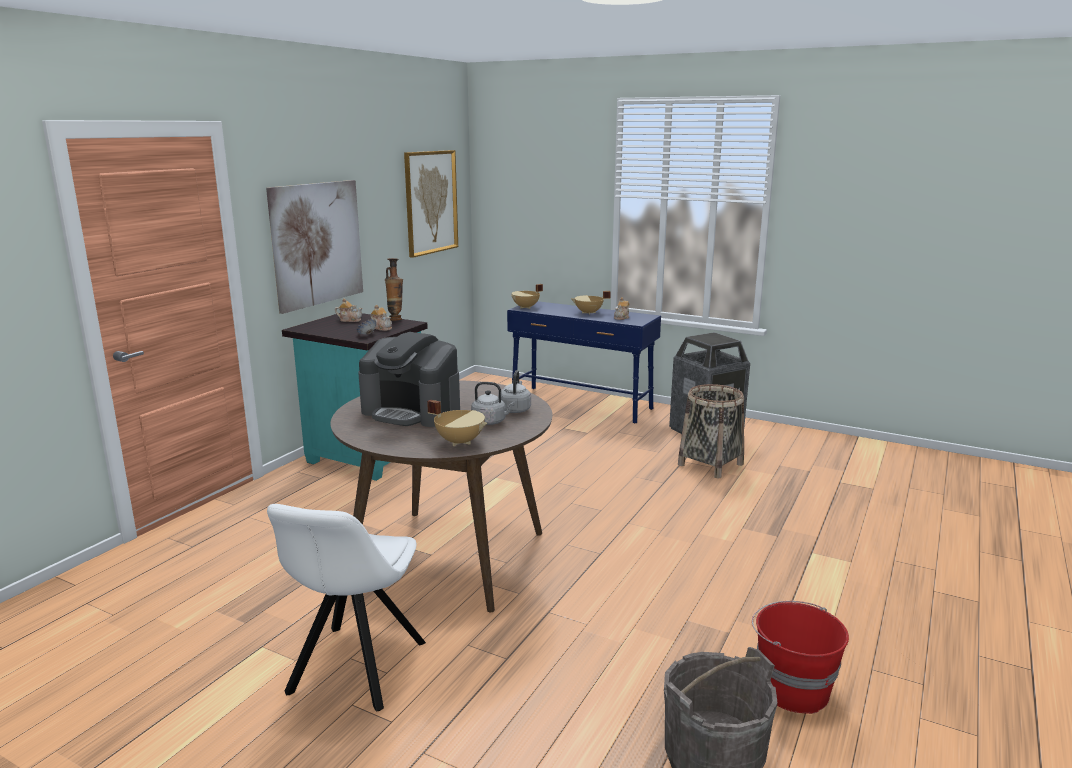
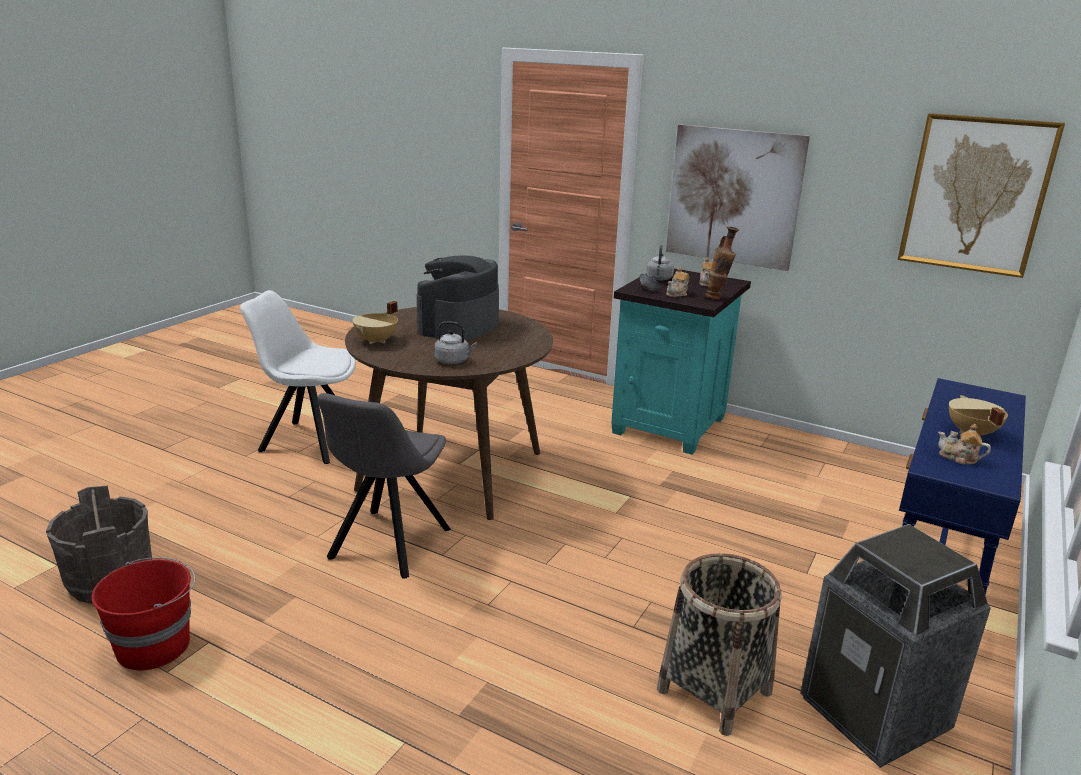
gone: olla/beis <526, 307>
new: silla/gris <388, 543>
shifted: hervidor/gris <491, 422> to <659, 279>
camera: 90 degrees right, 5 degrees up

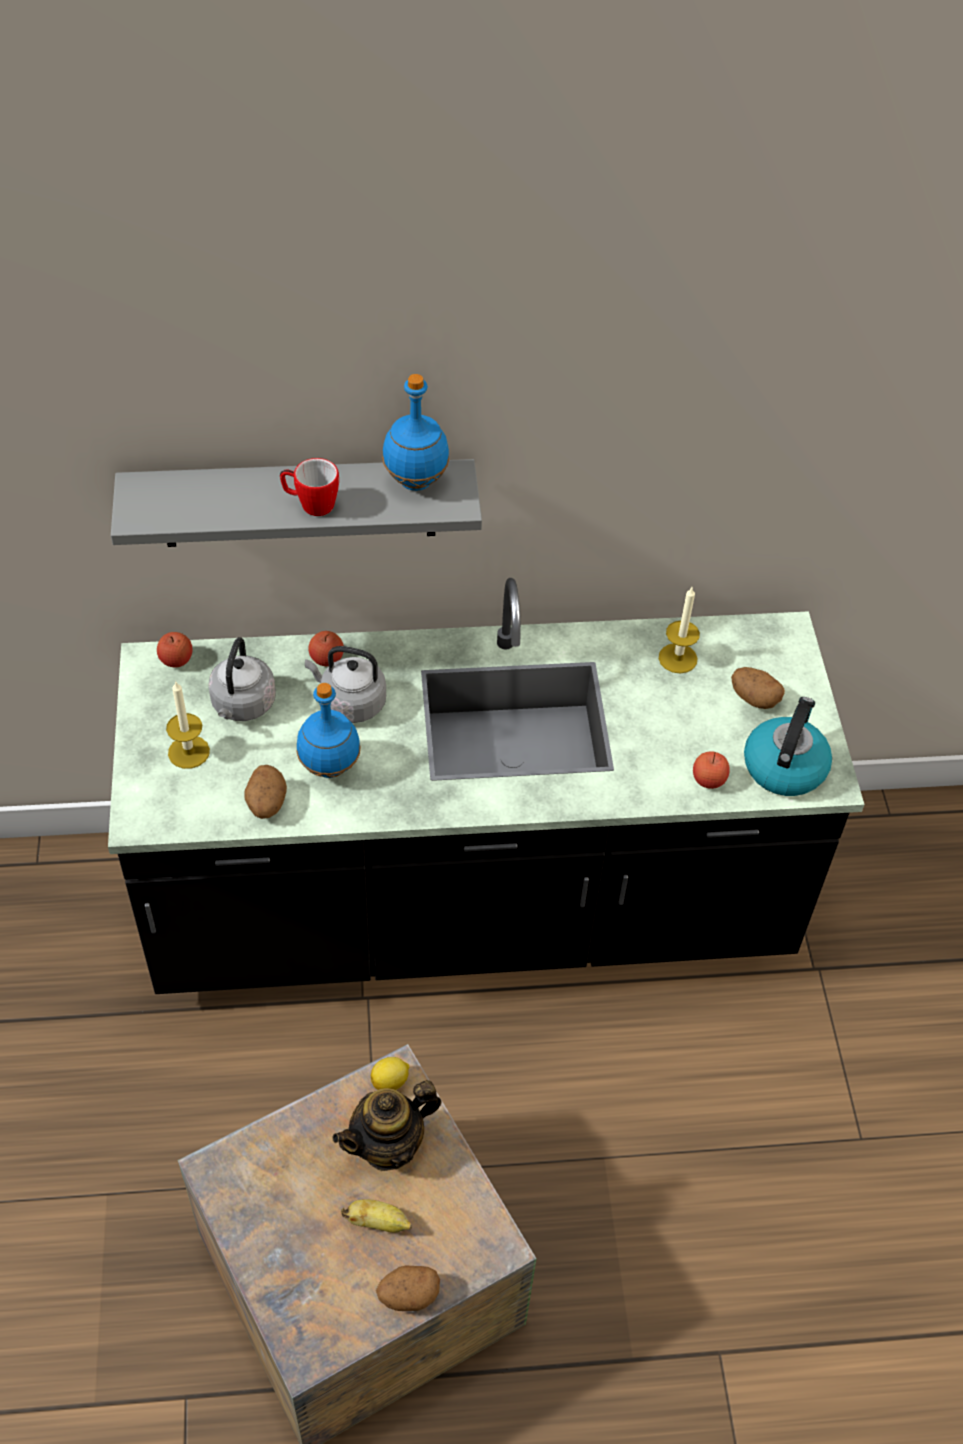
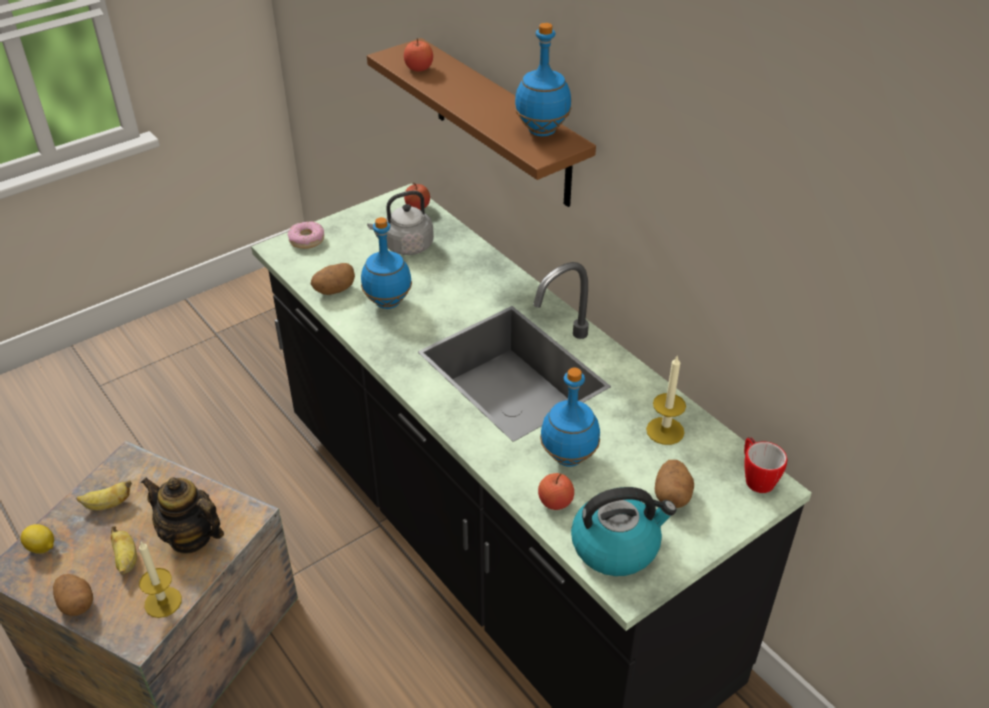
gone: hervidor/gris <350, 703>
new: plátano <108, 505>; rosquilla <306, 240>; botella/azul <567, 457>
shifted: vela <188, 752> to <163, 602>; taza grande <311, 504> to <756, 478>; manzana <326, 659> to <419, 68>; limón <390, 1081> to <42, 548>
repainted: estante/gris <299, 503> to estante/marrón <501, 123>
camera: 60 degrees right, 10 degrees down

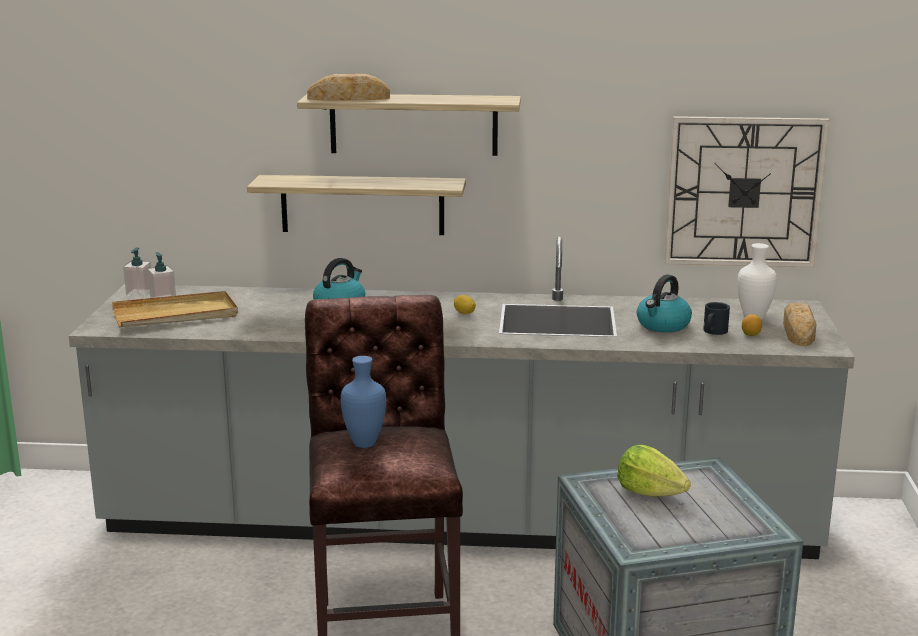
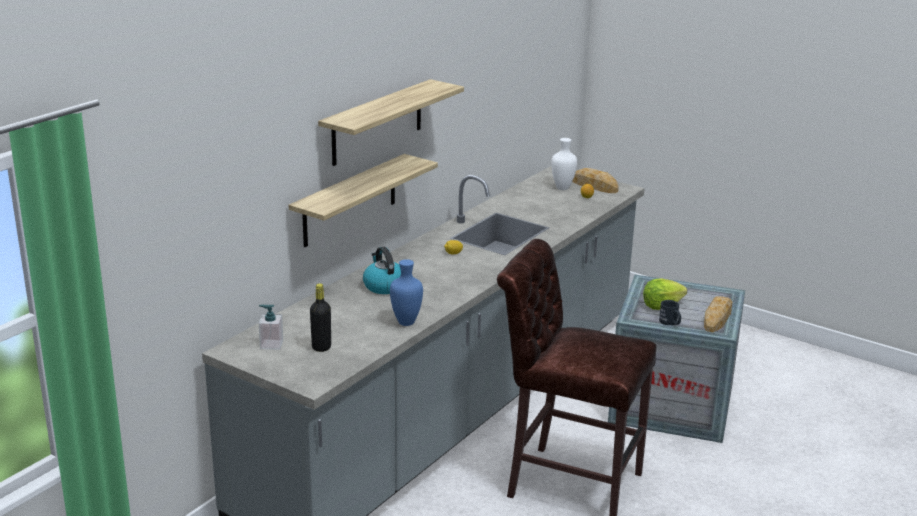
gone: dispensador de jabón <139, 292>; hervidor <663, 325>; reloj de pared <744, 192>
shifted: pan <348, 98> to <717, 318>; florero/azul <365, 443> to <406, 322>; taza grande/negro <713, 332> to <670, 323>
swapped: bandeja/beis <176, 315> to botella/negro <321, 347>
camera: 60 degrees left, 5 degrees up

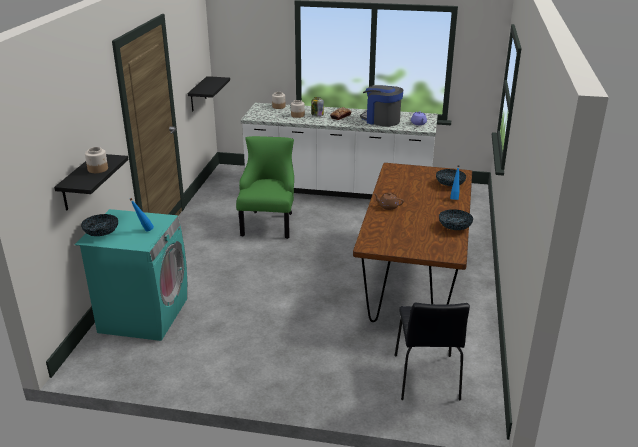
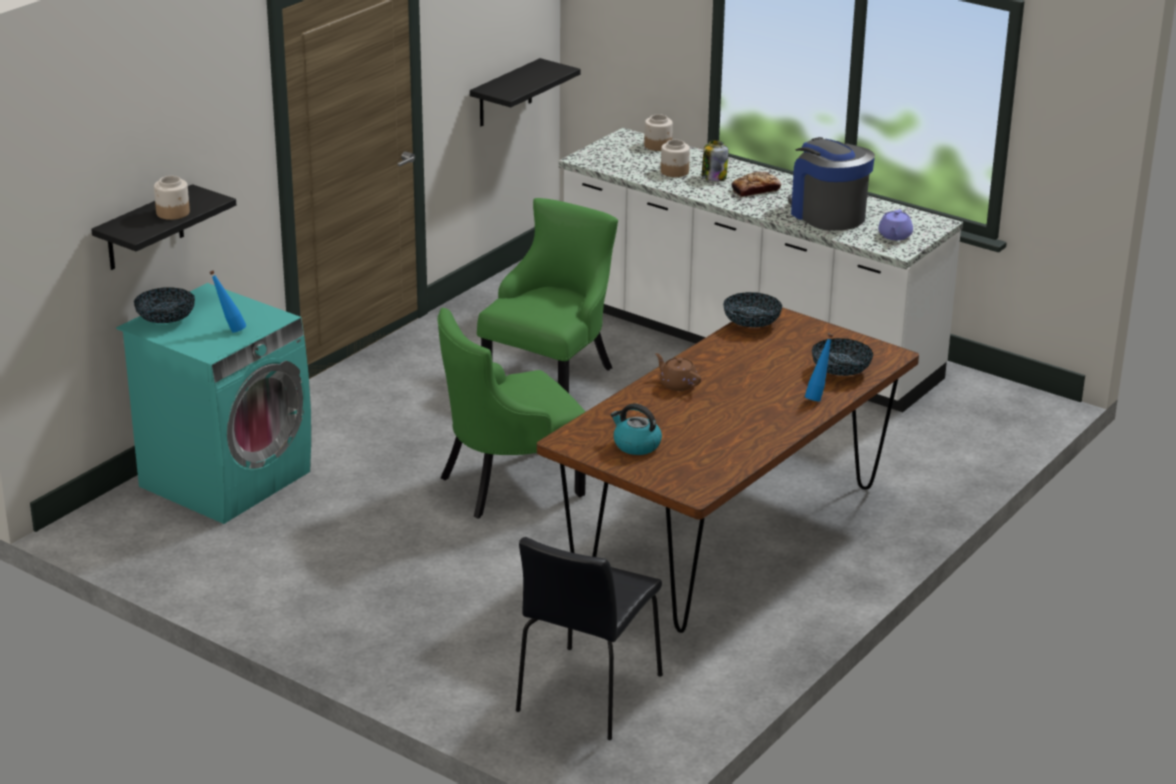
new: silla/verde <512, 484>; hervidor <636, 445>
shifted: cuenco <454, 227> to <751, 323>
camera: 25 degrees right, 0 degrees up

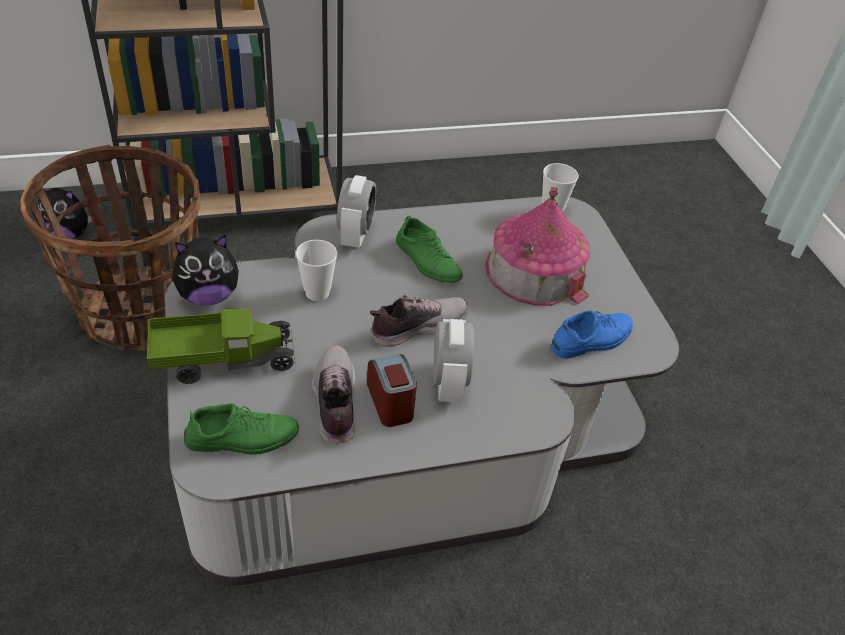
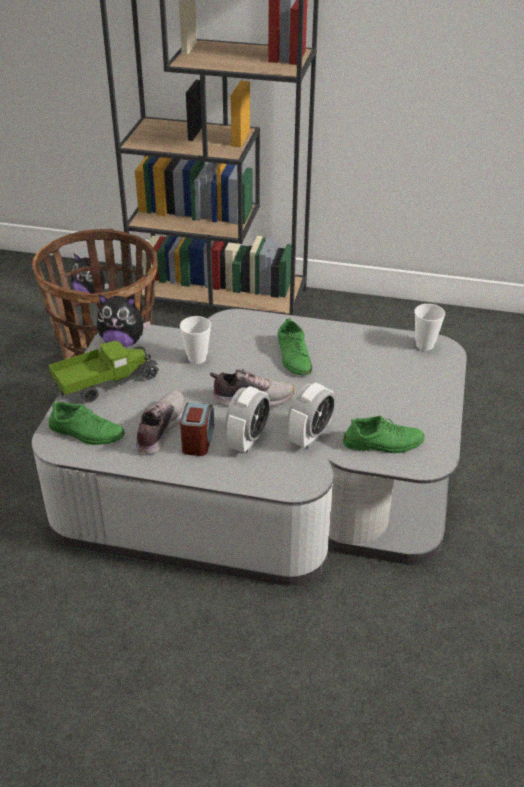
gone: casita <535, 270>
shifted: despertador <356, 235> to <310, 436>
repainted: zapato/azul <591, 340> to zapato/verde <383, 443>
rotated: camión de juguete <223, 359> = <106, 383> 45 degrees counterclockwise
camera: 30 degrees right, 5 degrees down

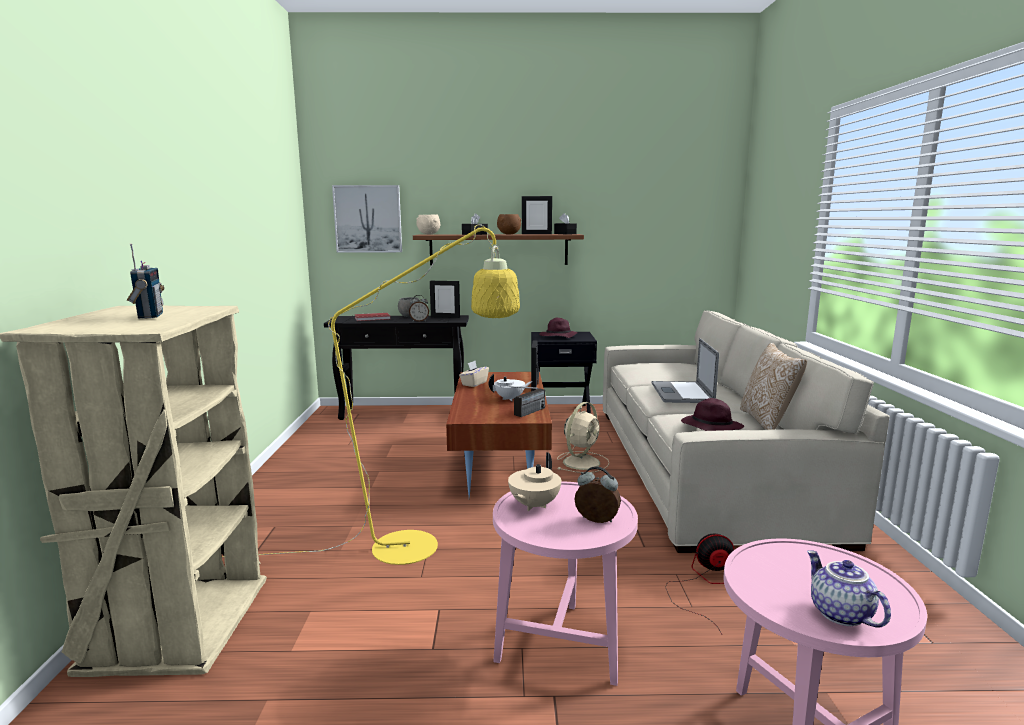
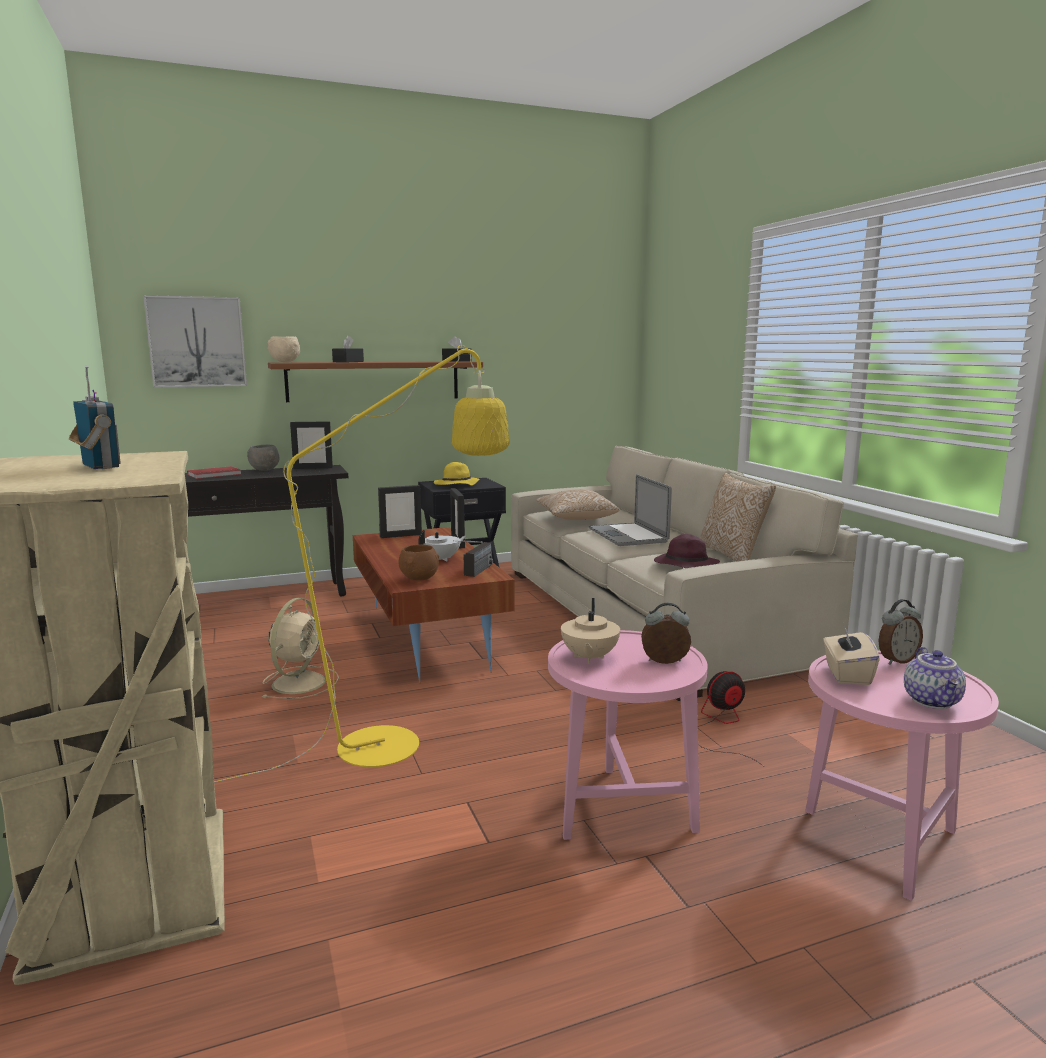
new: cojín <575, 518>
shifted: despertador <419, 321> to <896, 660>; caja de pañuelos/beis <474, 383> to <847, 674>; cuenco/marrón <508, 234> to <418, 579>; portarretratos <536, 234> to <400, 535>; ventilador/beis <582, 462> to <300, 682>
repainted: sombrero/morado <557, 336> to sombrero/amarillo <456, 485>
rotated: tetera <839, 613> = <933, 701> 135 degrees counterclockwise
camera: 20 degrees left, 0 degrees up

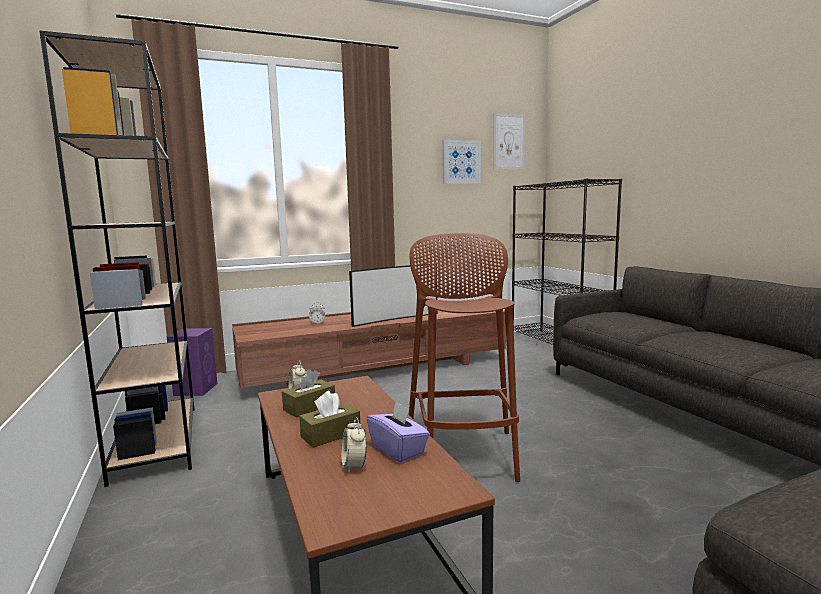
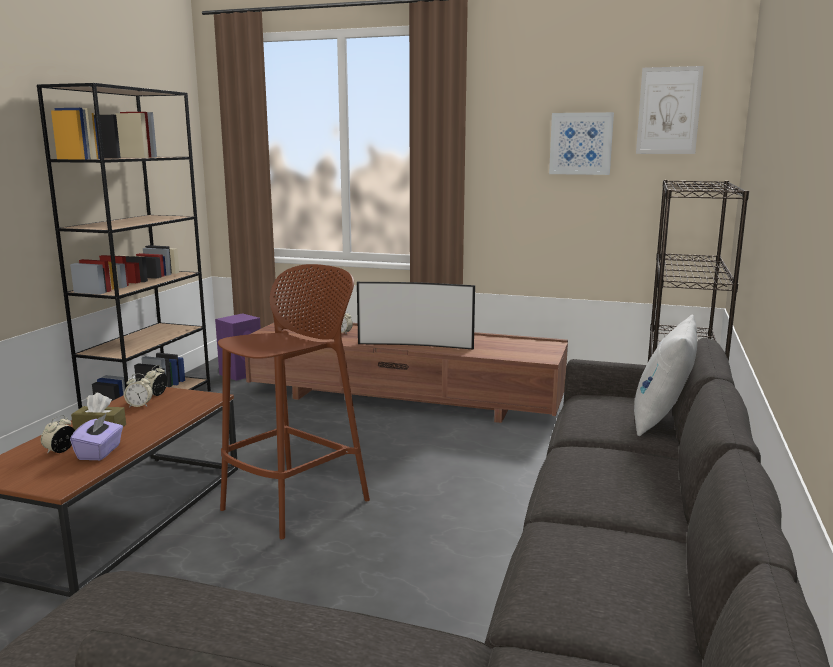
new: cojín/gris <661, 420>
swapped: caja de pañuelos/marrón <309, 407> to despertador <139, 405>
camera: 40 degrees right, 5 degrees up

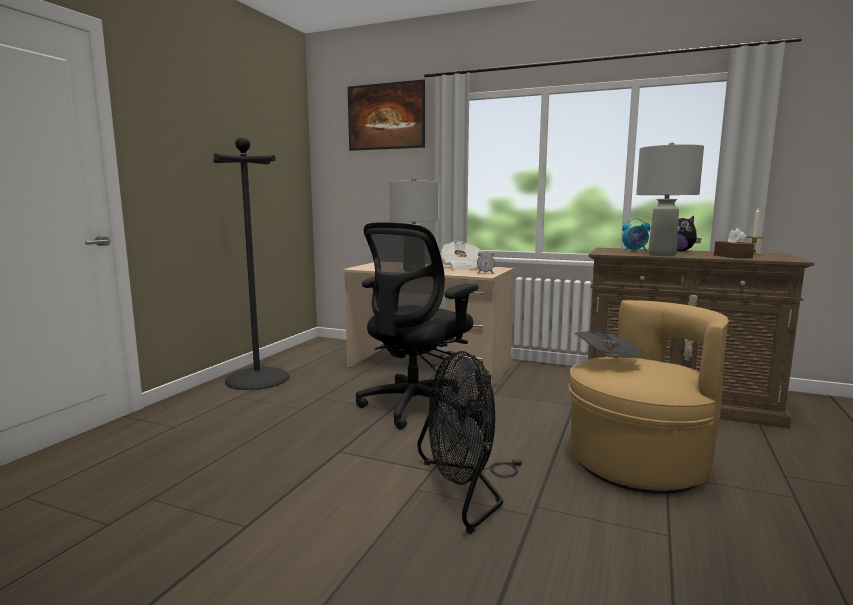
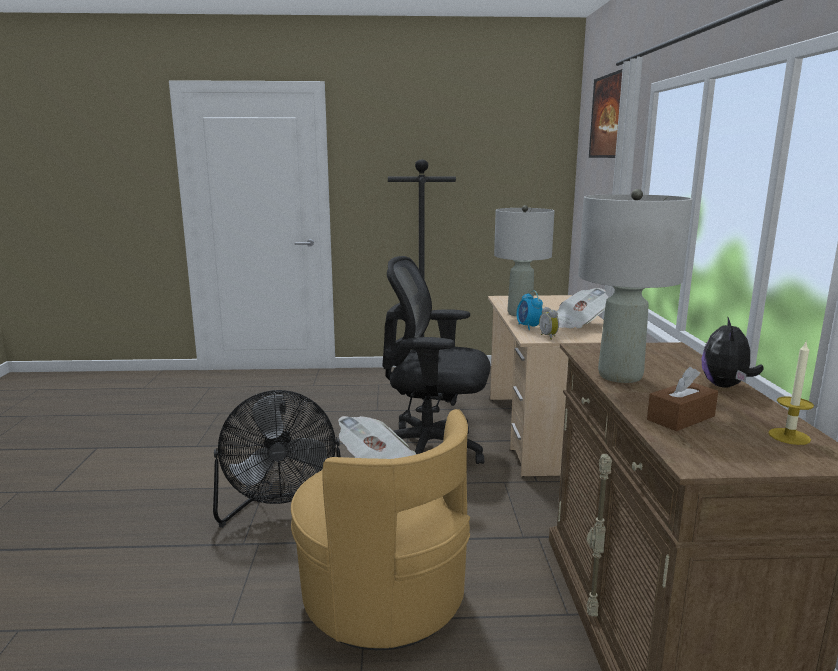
shifted: despertador <635, 250> to <528, 327>
rotated: ventilador/negro <468, 487> = <277, 507> 150 degrees counterclockwise
camera: 65 degrees right, 5 degrees up

